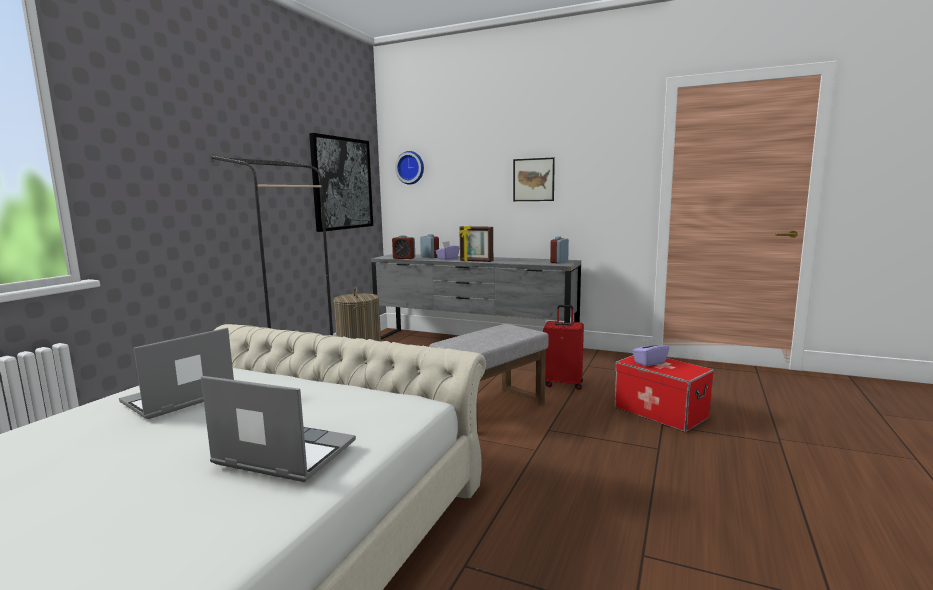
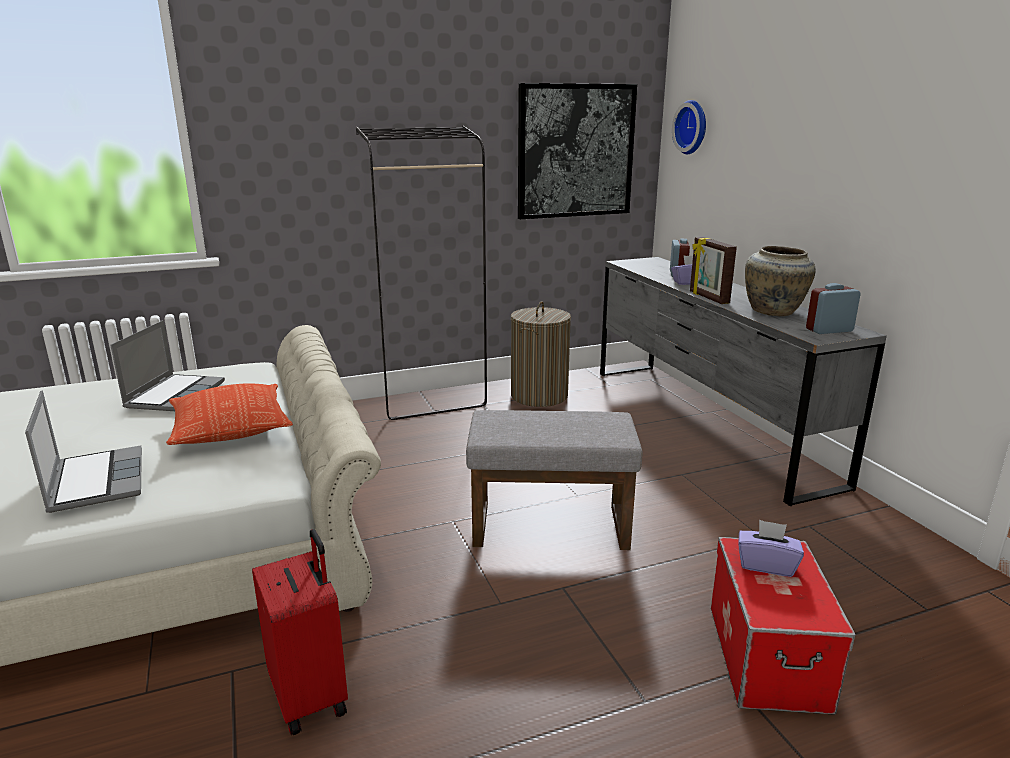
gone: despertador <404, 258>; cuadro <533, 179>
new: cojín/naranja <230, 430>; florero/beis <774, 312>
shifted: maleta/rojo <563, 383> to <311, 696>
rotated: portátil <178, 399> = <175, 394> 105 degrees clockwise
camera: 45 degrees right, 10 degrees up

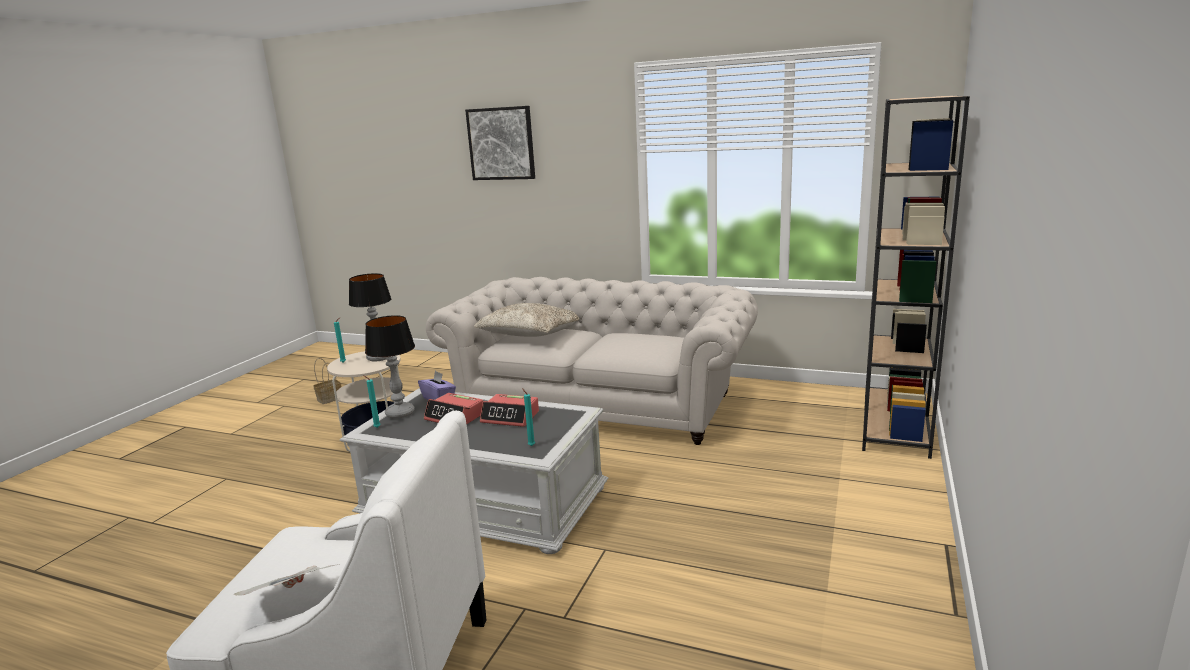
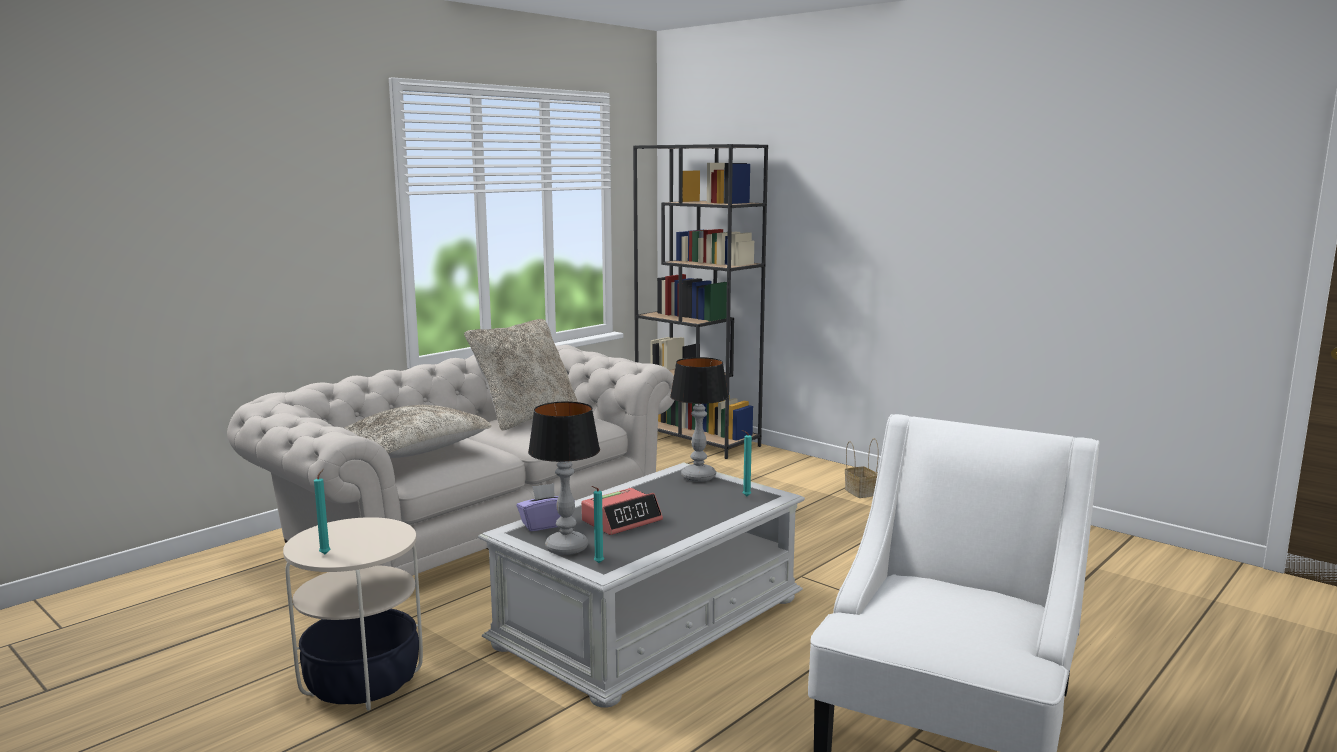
gone: periódico <295, 599>; cuadro <501, 143>; despertador <510, 417>
new: cojín/beis <526, 416>
shifted: cesta <330, 398> to <859, 492>; lámpara de mesa <379, 358> to <698, 476>
camera: 70 degrees left, 5 degrees down

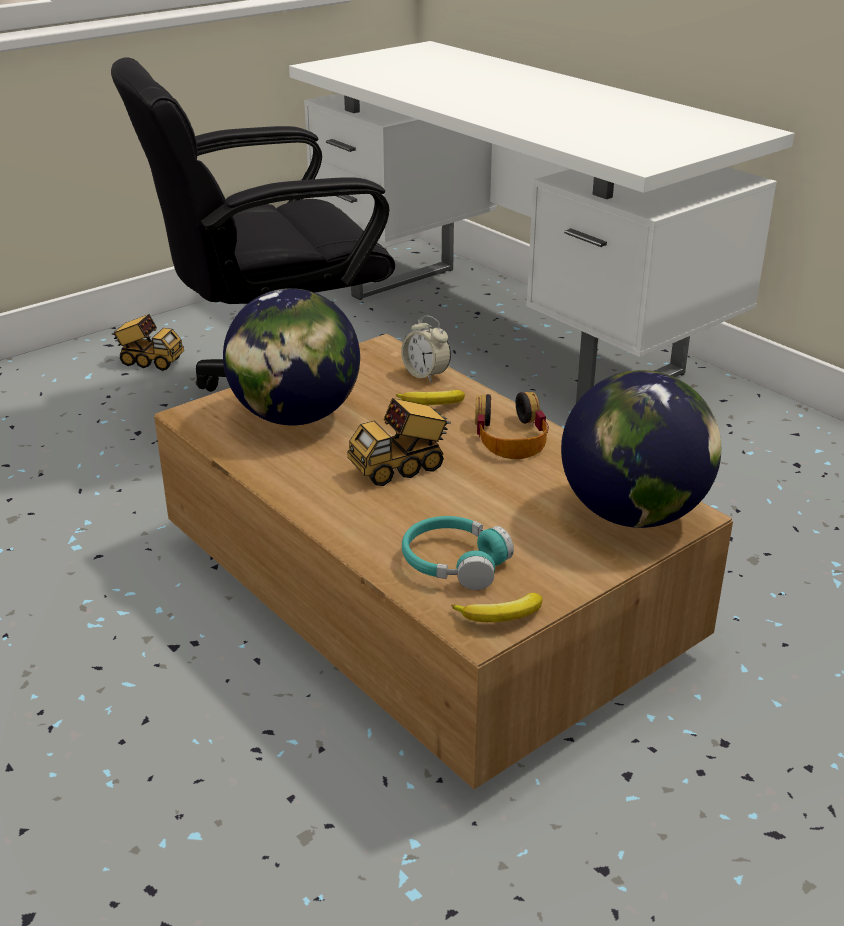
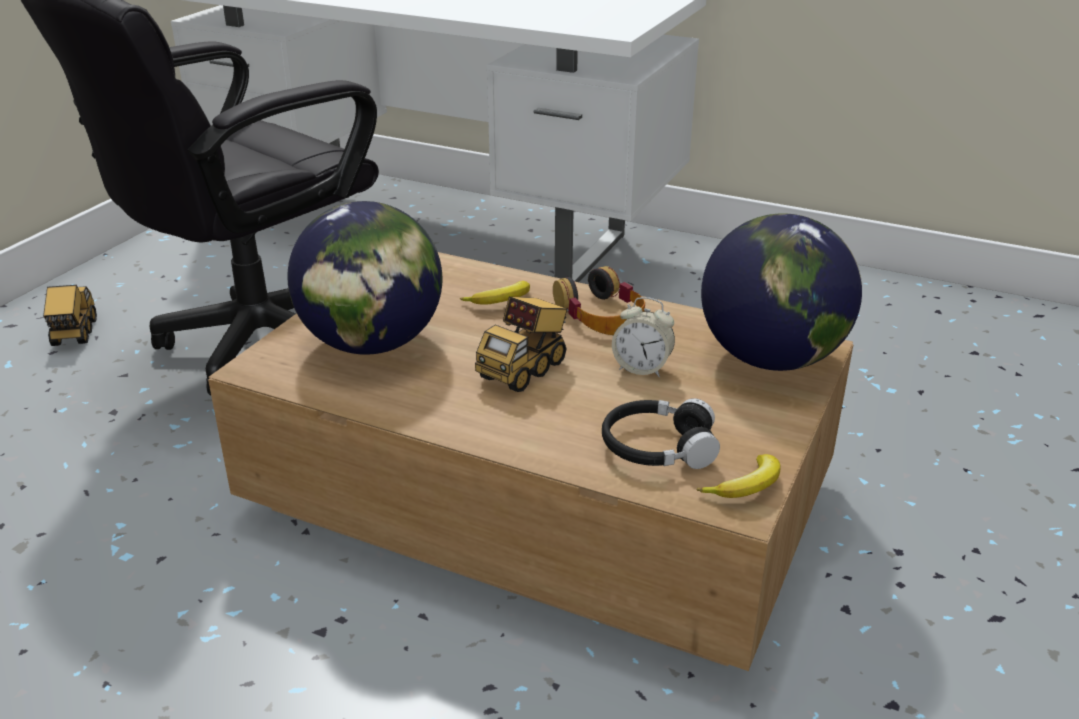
shifted: despertador <426, 375> to <642, 368>
repainted: auriculares/turquesa <454, 563> to auriculares/negro <658, 448>
rotated: camión de juguete <150, 362> = <75, 333> 90 degrees counterclockwise
camera: 25 degrees left, 0 degrees up

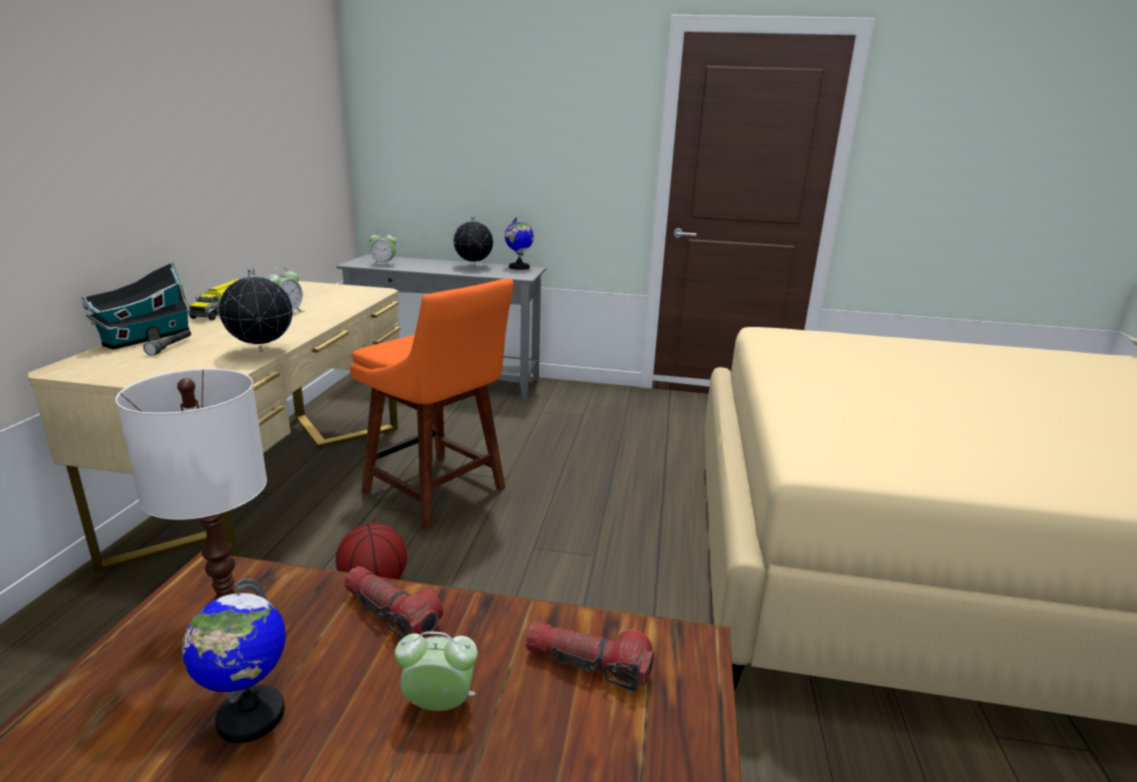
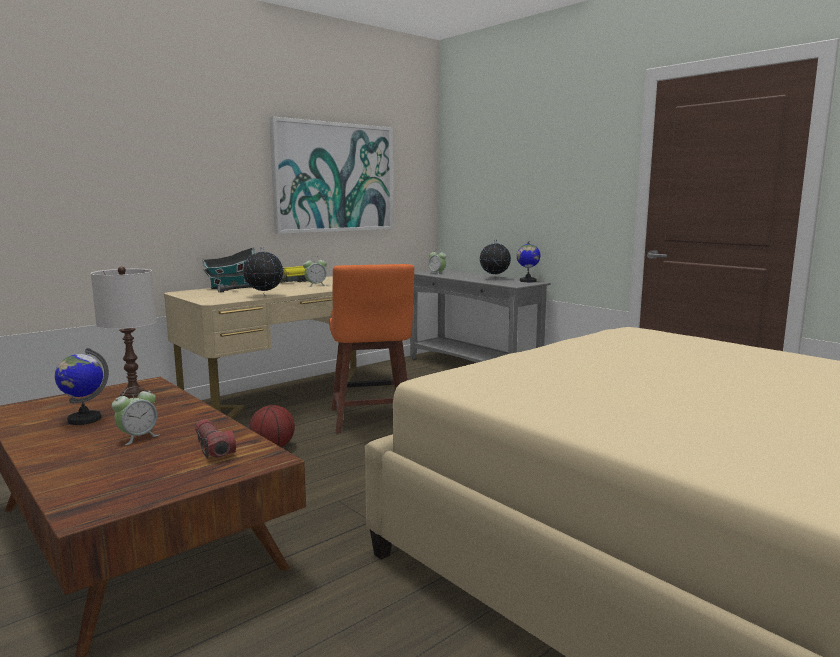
gone: linterna <391, 613>
new: cuadro <334, 177>
rotated: despertador <439, 705> = <138, 437> 90 degrees clockwise
camera: 40 degrees right, 10 degrees down

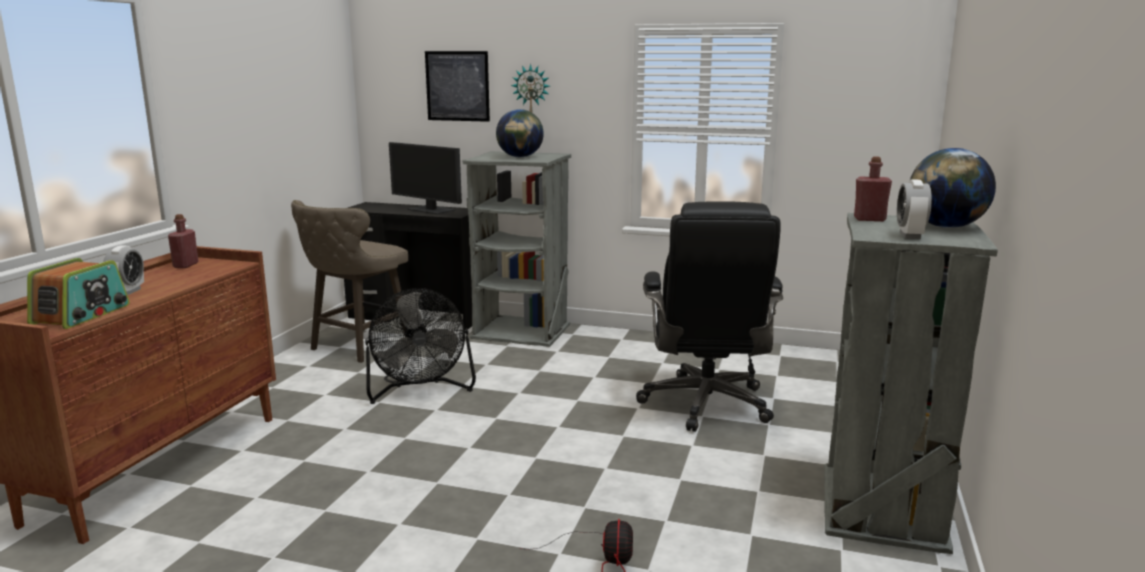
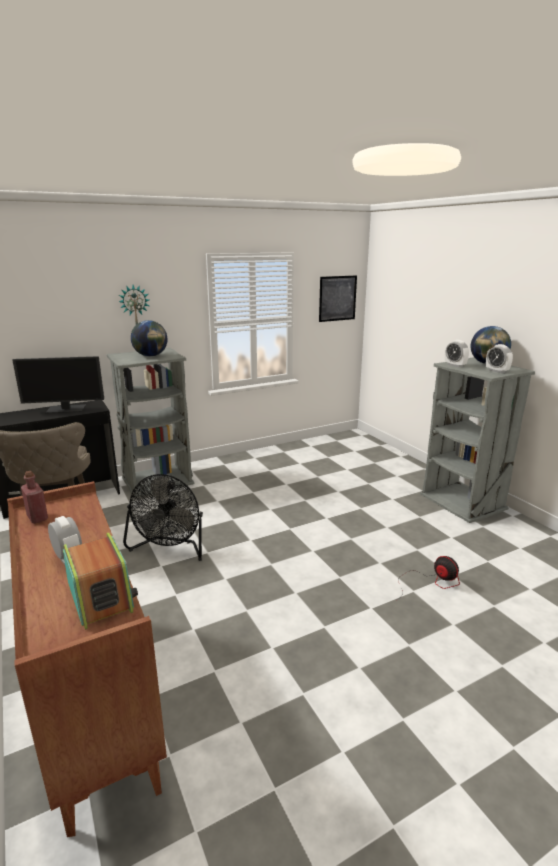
gone: silla de oficina/negro <706, 403>
shifted: cuadro <457, 86> to <337, 298>
swapped: botella/rojo <869, 219> to despertador <455, 365>
rotated: ventilador/negro <416, 389> = <168, 546> 75 degrees clockwise
camera: 45 degrees left, 5 degrees up

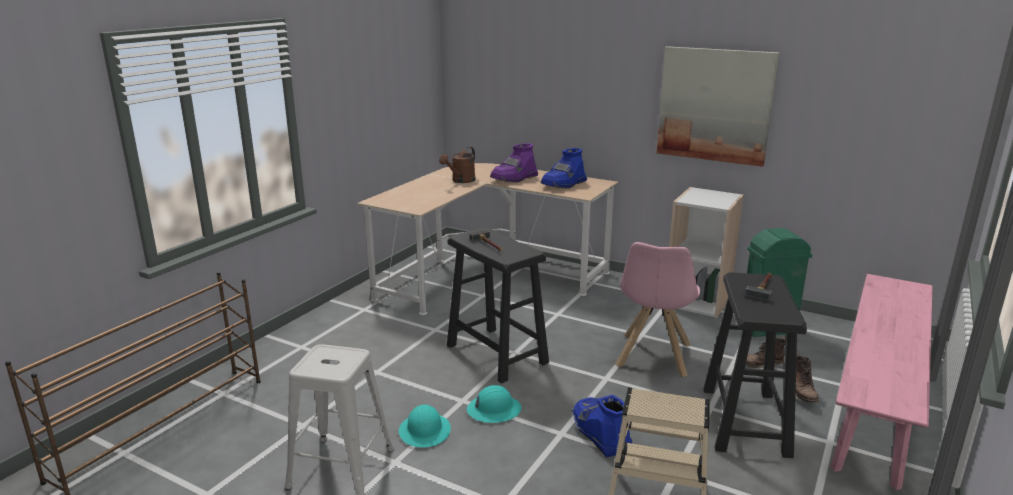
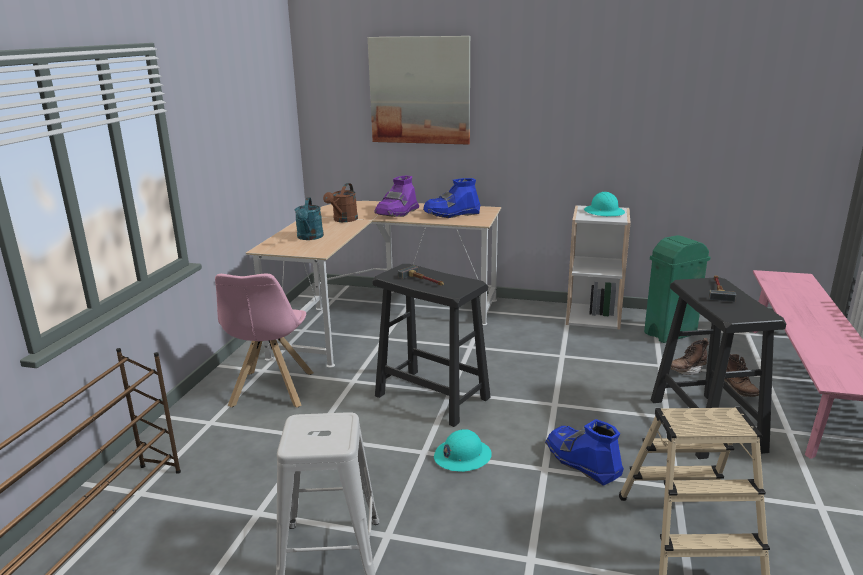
new: regadera/turquesa <309, 237>
shifted: casco/turquesa <425, 431> to <604, 212>; silla/rosa <653, 357> to <271, 391>; cuadro <715, 105> to <420, 90>
rotated: bota/azul <564, 184> = <451, 214> 45 degrees clockwise
camera: 15 degrees left, 0 degrees up

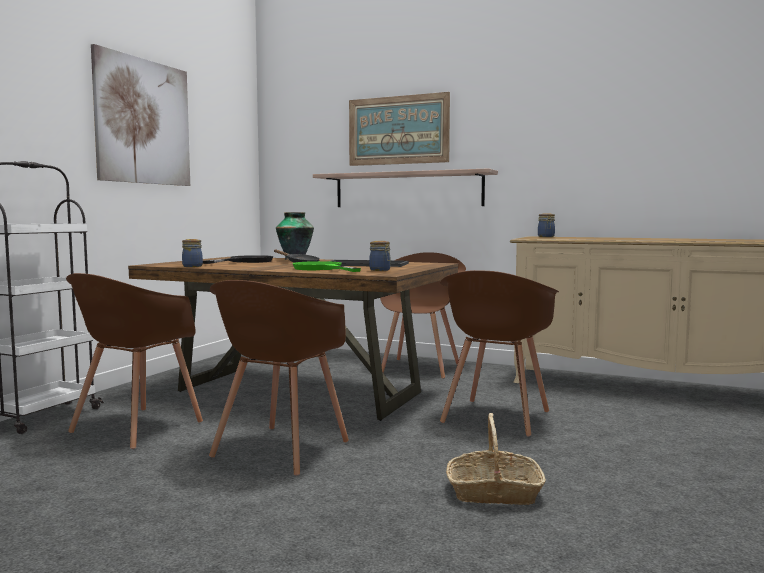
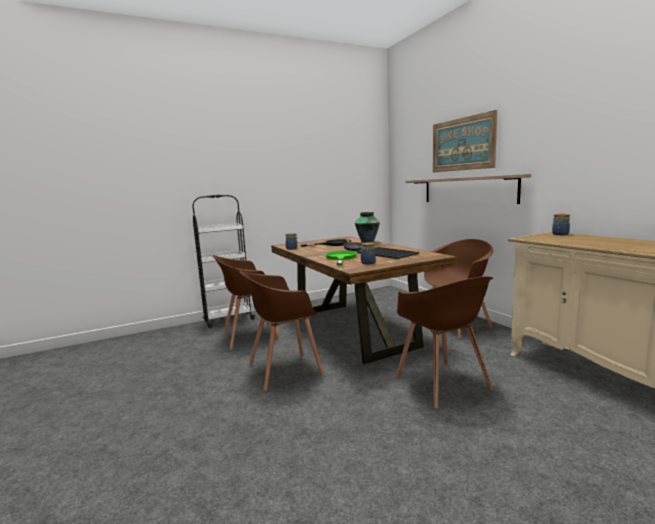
gone: cuadro <143, 122>; cesta <493, 492>
rotated: silla/marrón <496, 418> = <442, 384> 90 degrees counterclockwise
camera: 40 degrees right, 5 degrees up

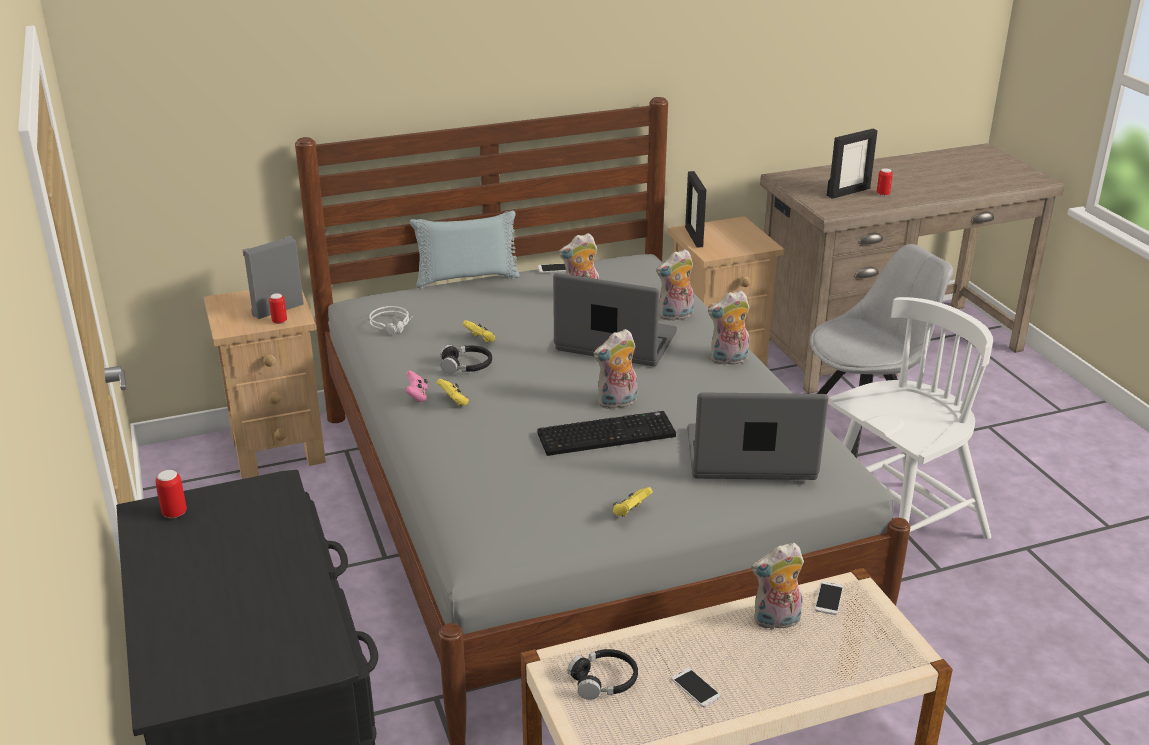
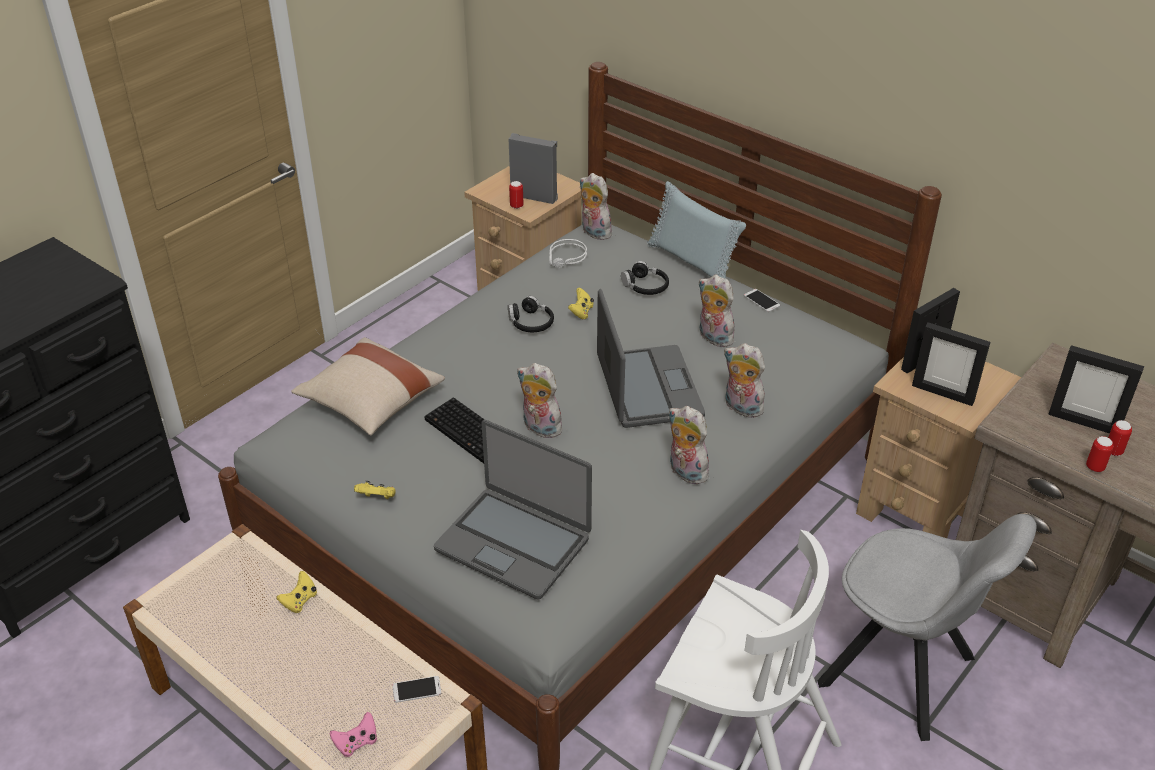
gone: móvil <695, 688>
new: cojín/beis <370, 402>; portarretratos <943, 392>
shifted: lata <174, 513> to <1095, 467>; mando de consola/rosa <417, 396> to <356, 743>; mando de consola/amarillo <454, 402> to <300, 601>; auriculares/negro <604, 681> to <645, 286>; peluche <776, 621> to <593, 232>
rotated: portátil <750, 456> = <514, 543> 150 degrees clockwise
camera: 60 degrees right, 10 degrees up

